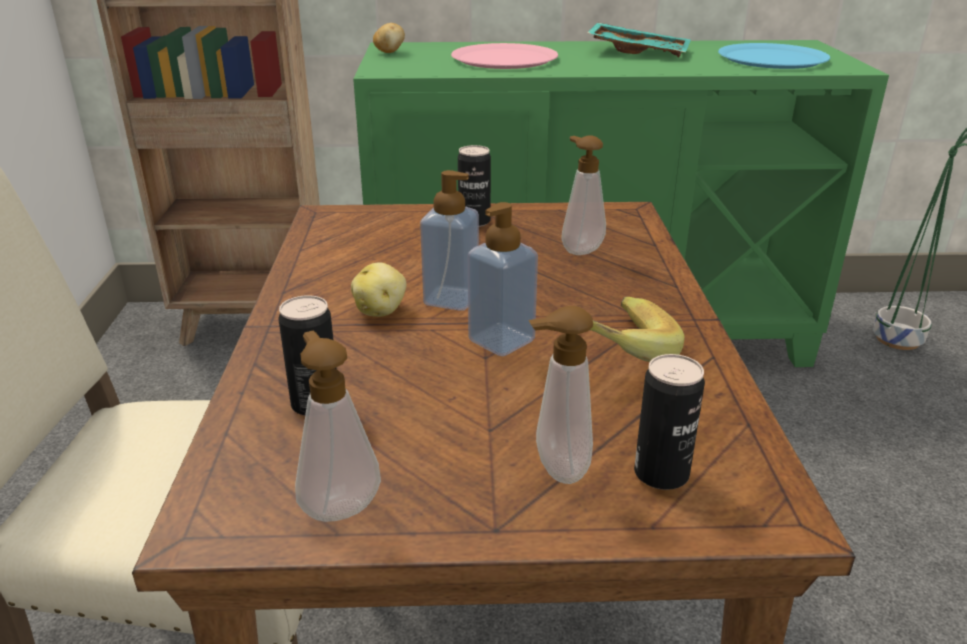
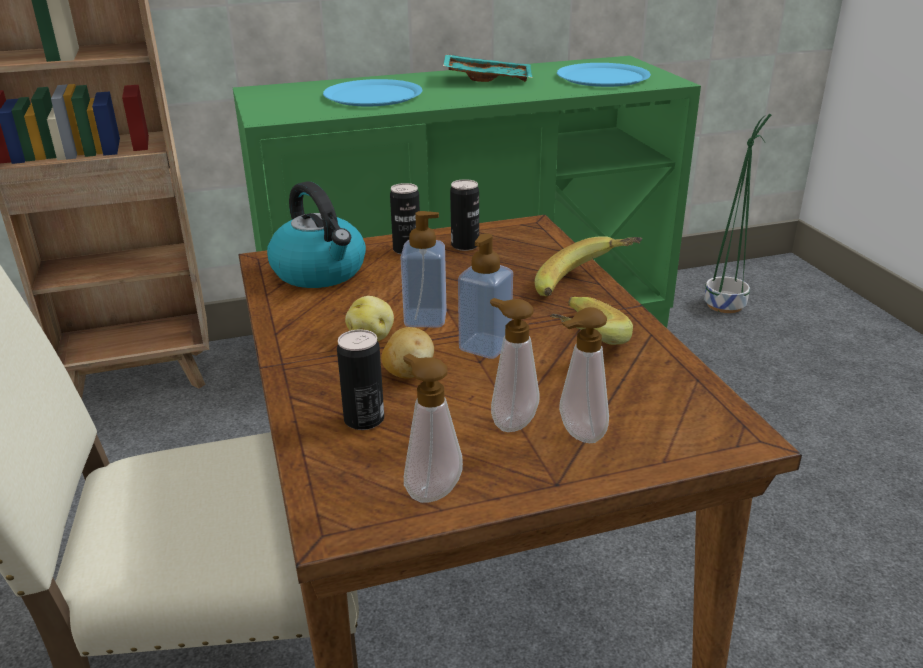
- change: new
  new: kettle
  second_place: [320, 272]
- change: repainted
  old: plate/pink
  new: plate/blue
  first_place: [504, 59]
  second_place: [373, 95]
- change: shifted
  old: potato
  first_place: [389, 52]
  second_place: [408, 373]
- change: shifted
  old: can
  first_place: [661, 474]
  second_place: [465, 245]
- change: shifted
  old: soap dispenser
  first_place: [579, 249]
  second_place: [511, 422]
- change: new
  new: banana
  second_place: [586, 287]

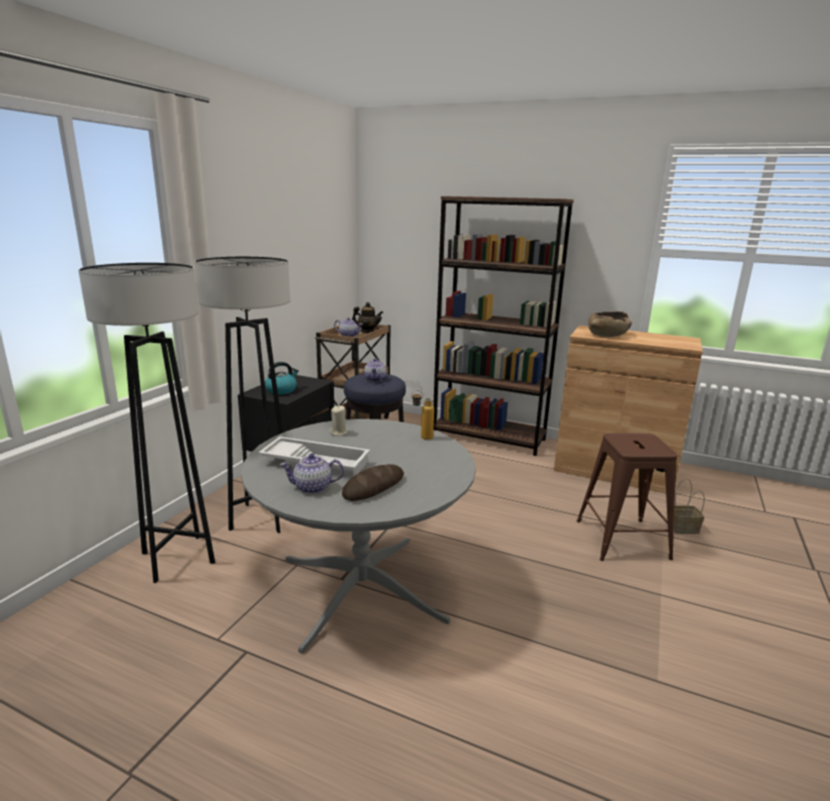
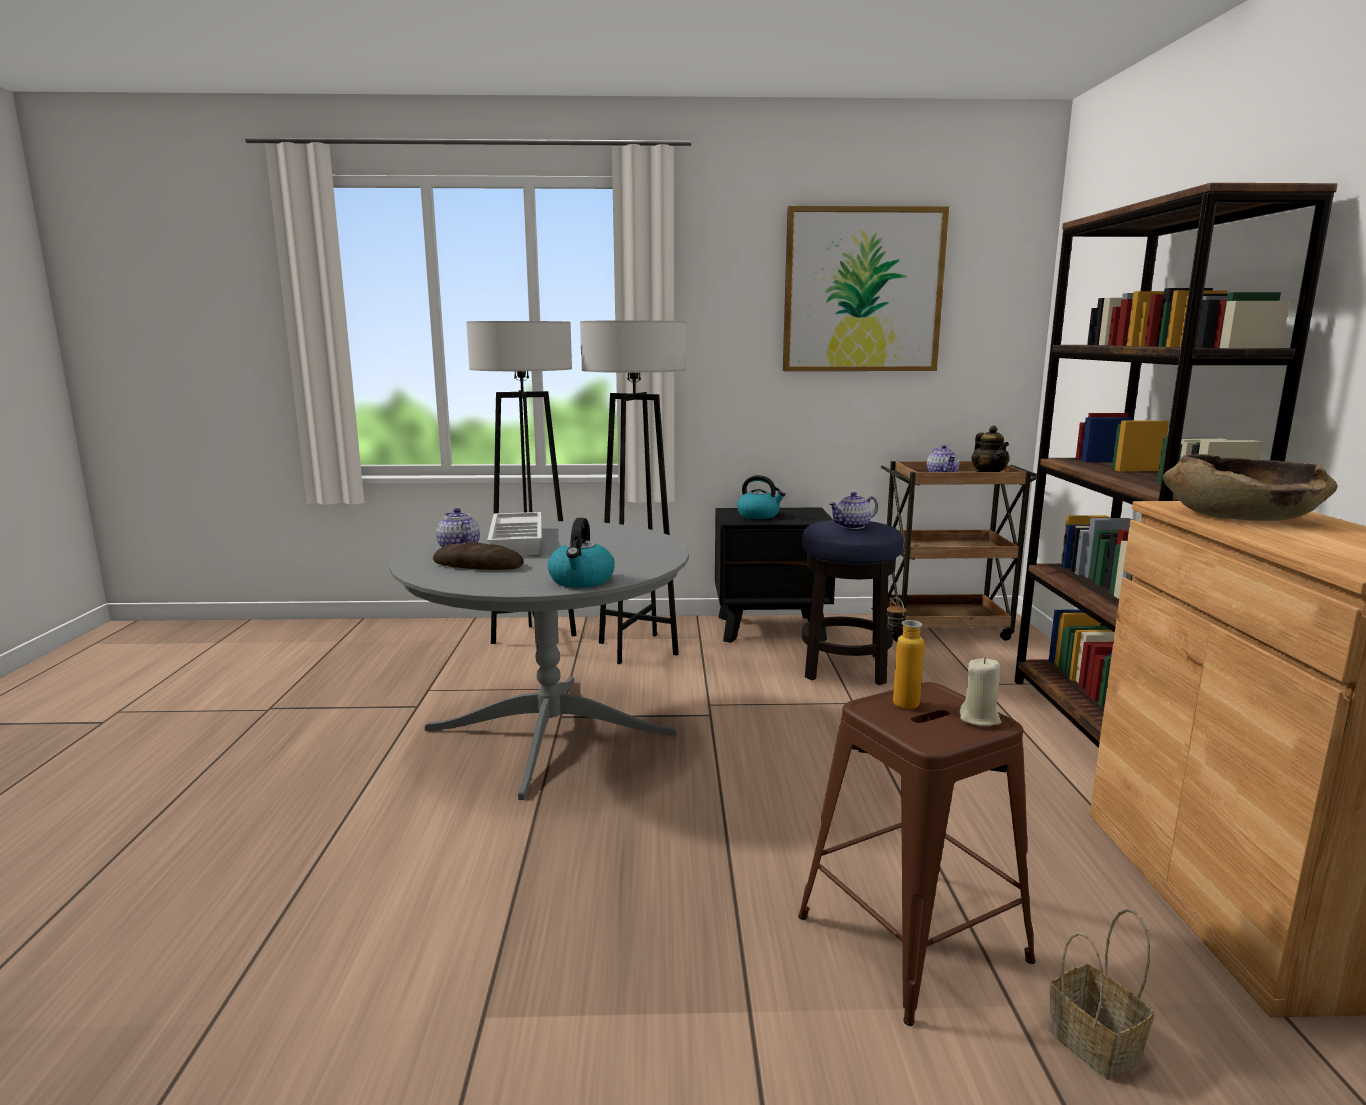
- change: new
  new: kettle
  second_place: [581, 580]
- change: new
  new: picture
  second_place: [862, 290]
- change: shifted
  old: bottle
  first_place: [421, 437]
  second_place: [898, 700]
- change: shifted
  old: candle/beige
  first_place: [338, 433]
  second_place: [979, 719]

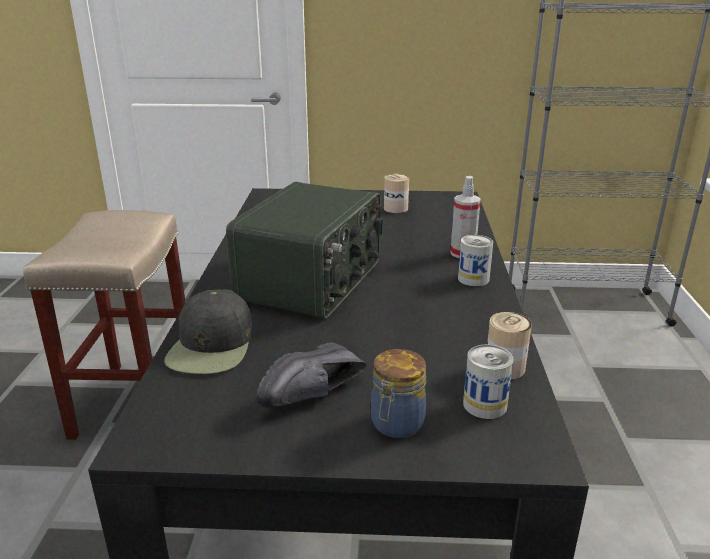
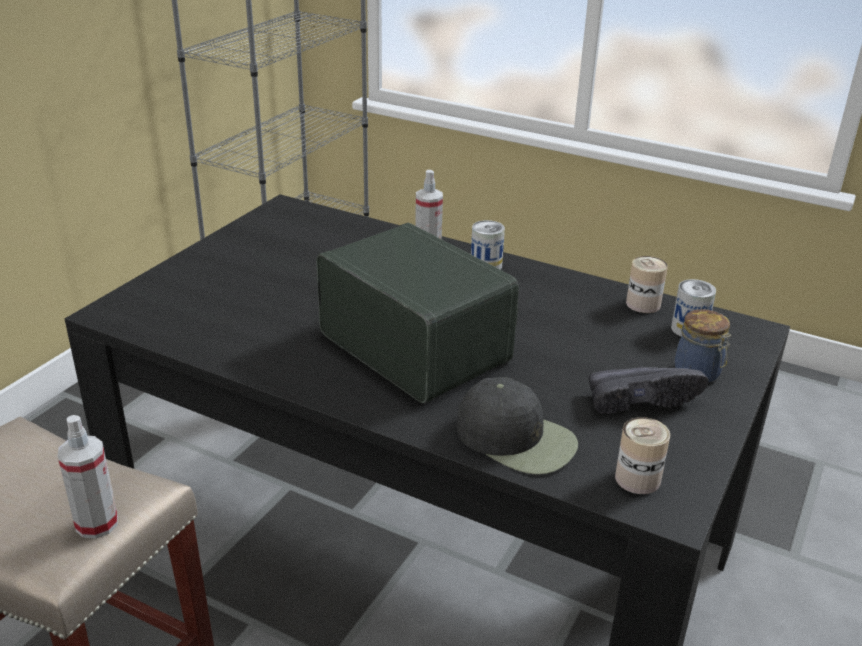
- change: new
  new: spray bottle
  second_place: [97, 524]
- change: rotated
  old: shoe/black
  first_place: [316, 395]
  second_place: [640, 399]
  degrees: -75
- change: shifted
  old: can
  first_place: [395, 208]
  second_place: [637, 479]

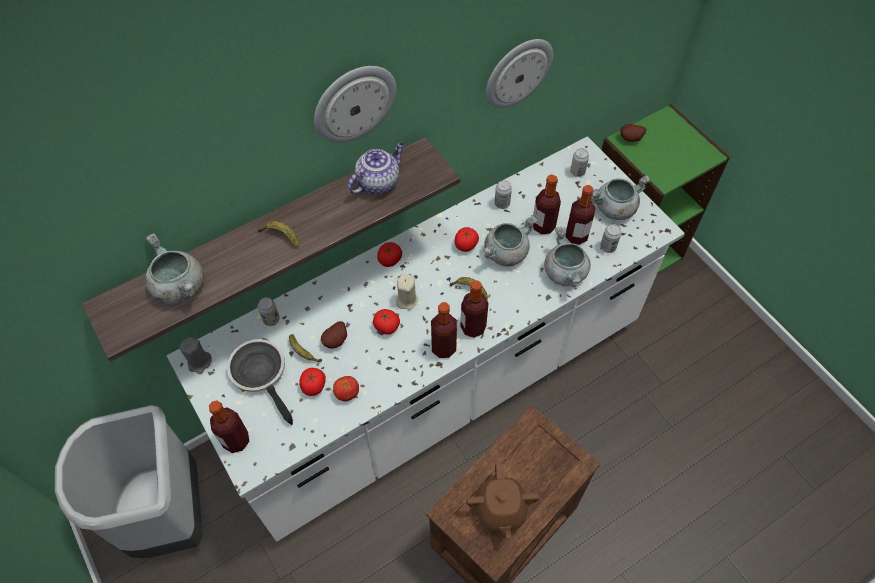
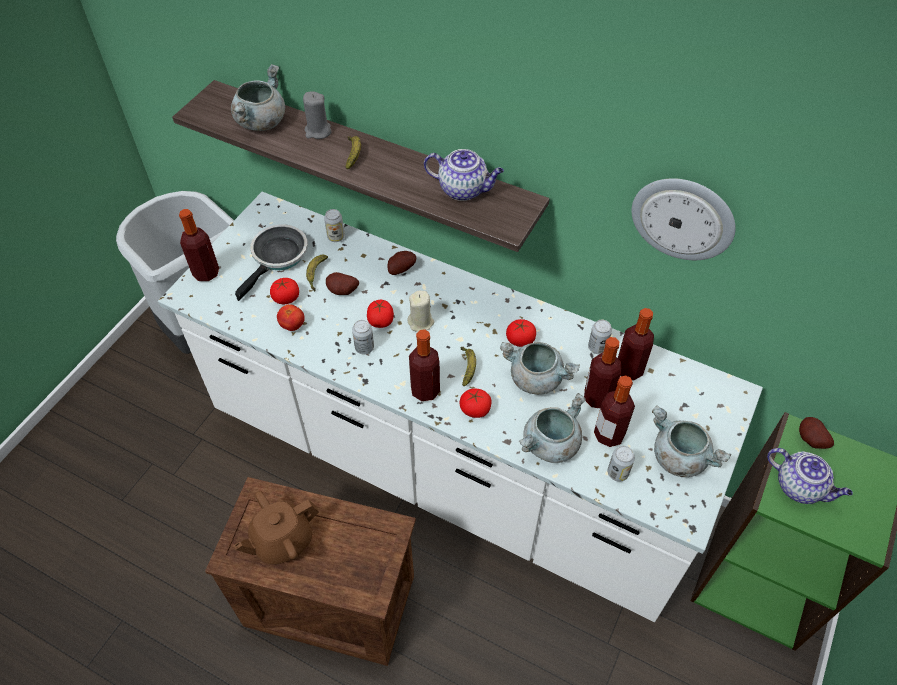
- change: shifted
  old: candle/grey
  first_place: [199, 362]
  second_place: [318, 131]
- change: shifted
  old: can
  first_place: [577, 172]
  second_place: [364, 348]
- change: new
  new: potato
  second_place: [400, 269]
- change: shifted
  old: tomato
  first_place: [390, 260]
  second_place: [475, 410]
- change: shifted
  old: bottle
  first_place: [443, 348]
  second_place: [629, 369]
- change: new
  new: teapot
  second_place: [800, 487]
- change: gone
  old: wall clock
  first_place: [354, 103]

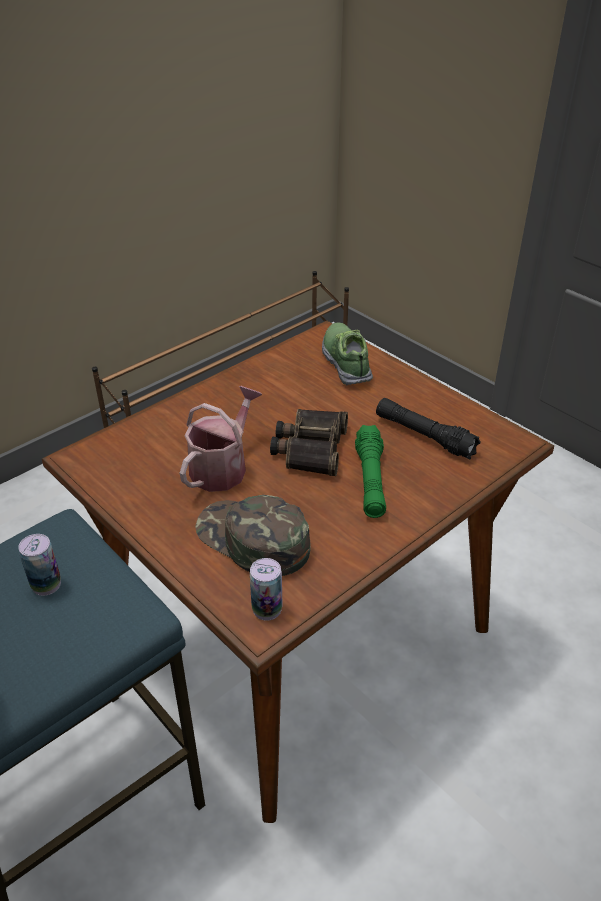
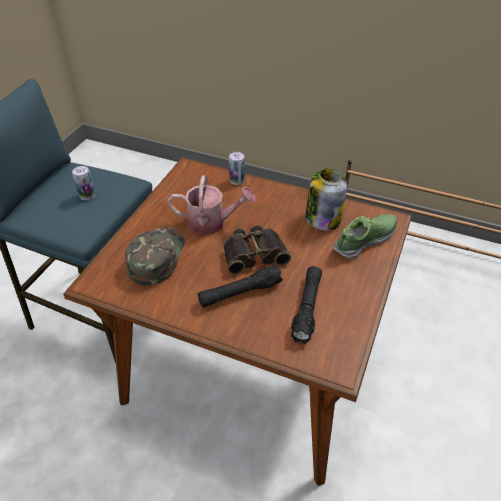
- change: repainted
  old: flashlight/green
  new: flashlight/black
  first_place: [370, 480]
  second_place: [240, 293]
- change: shifted
  old: can
  first_place: [267, 609]
  second_place: [237, 180]
- change: new
  new: jar
  second_place: [322, 218]

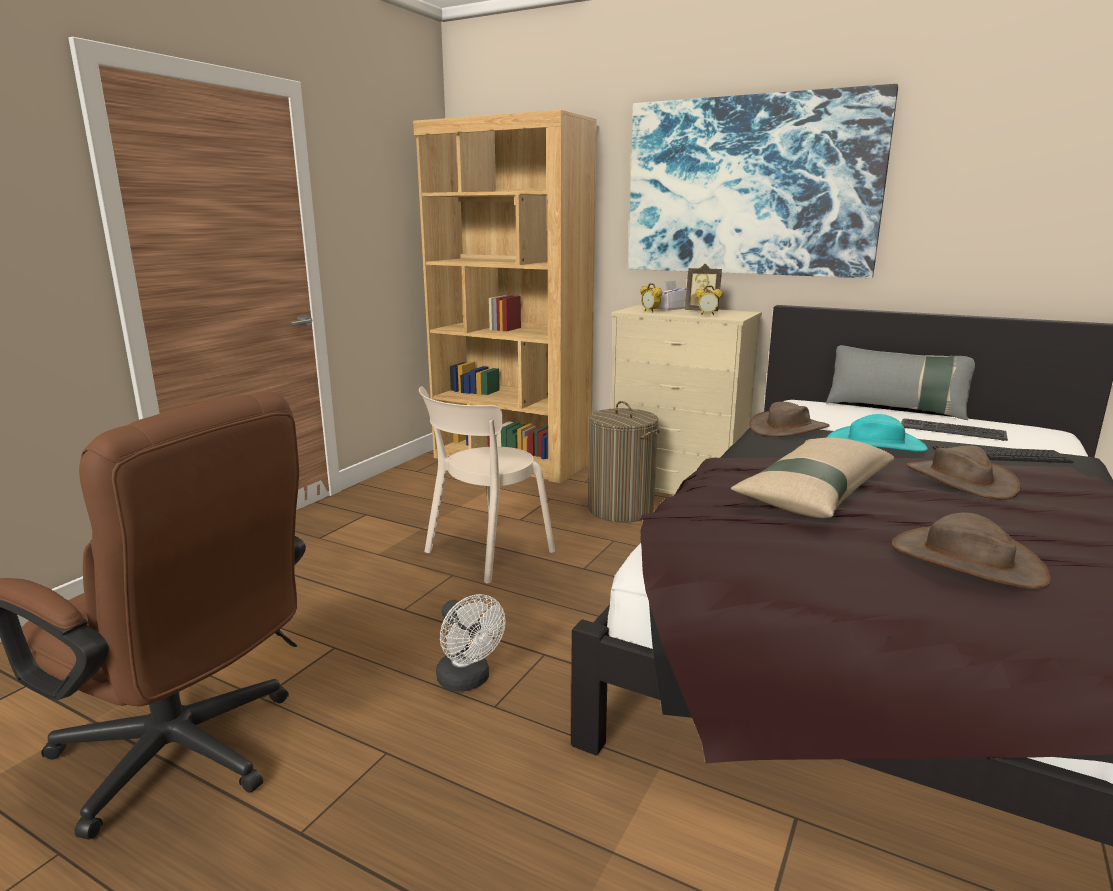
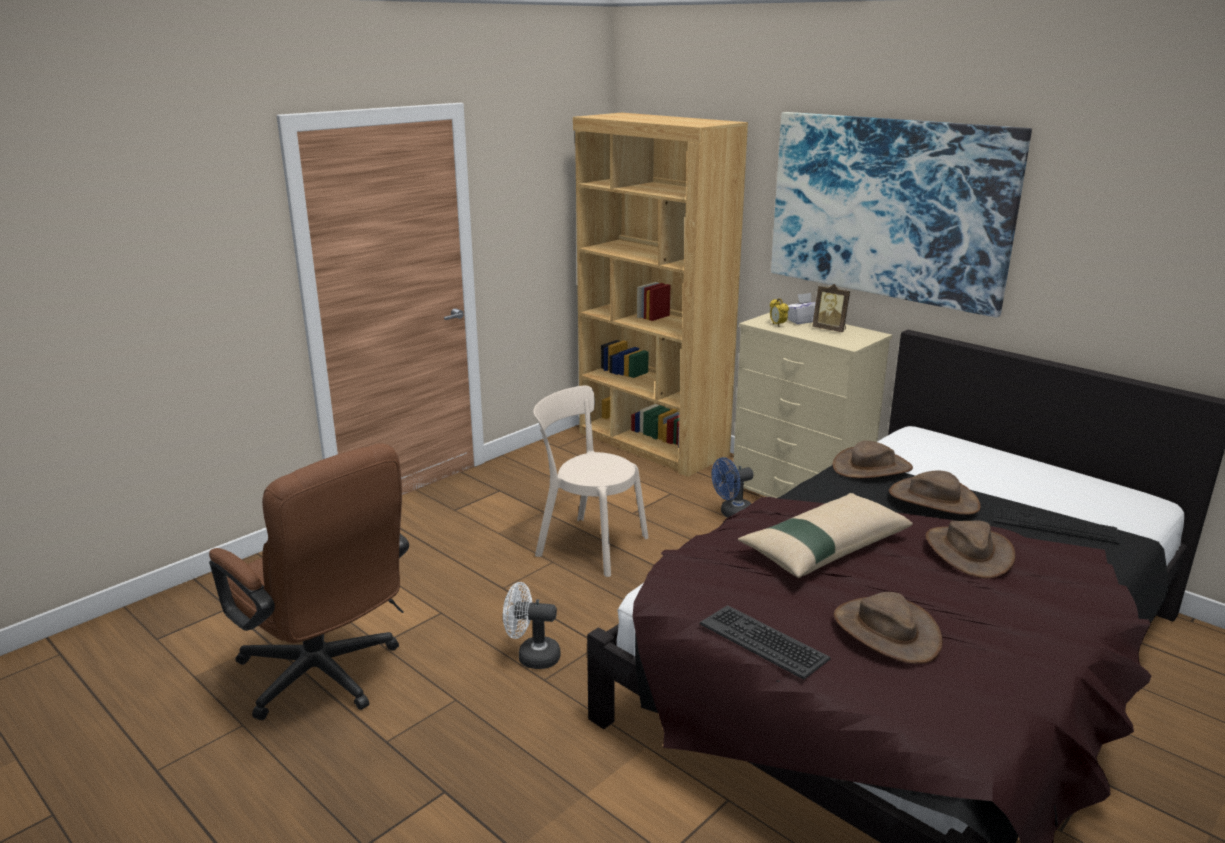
- change: rotated
  old: fan/white
  first_place: [468, 681]
  second_place: [531, 656]
  degrees: 120
- change: rotated
  old: chair/beige
  first_place: [485, 554]
  second_place: [587, 545]
  degrees: 60
- change: shifted
  old: keyboard
  first_place: [952, 430]
  second_place: [763, 641]
- change: swapped
  old: laundry basket
  new: fan/blue
  first_place: [621, 509]
  second_place: [732, 514]
- change: repainted
  old: hat/turquoise
  new: hat/brown
  first_place: [875, 444]
  second_place: [933, 499]
- change: gone
  old: alarm clock
  first_place: [707, 314]
- change: gone
  old: pillow/grey
  first_place: [895, 409]

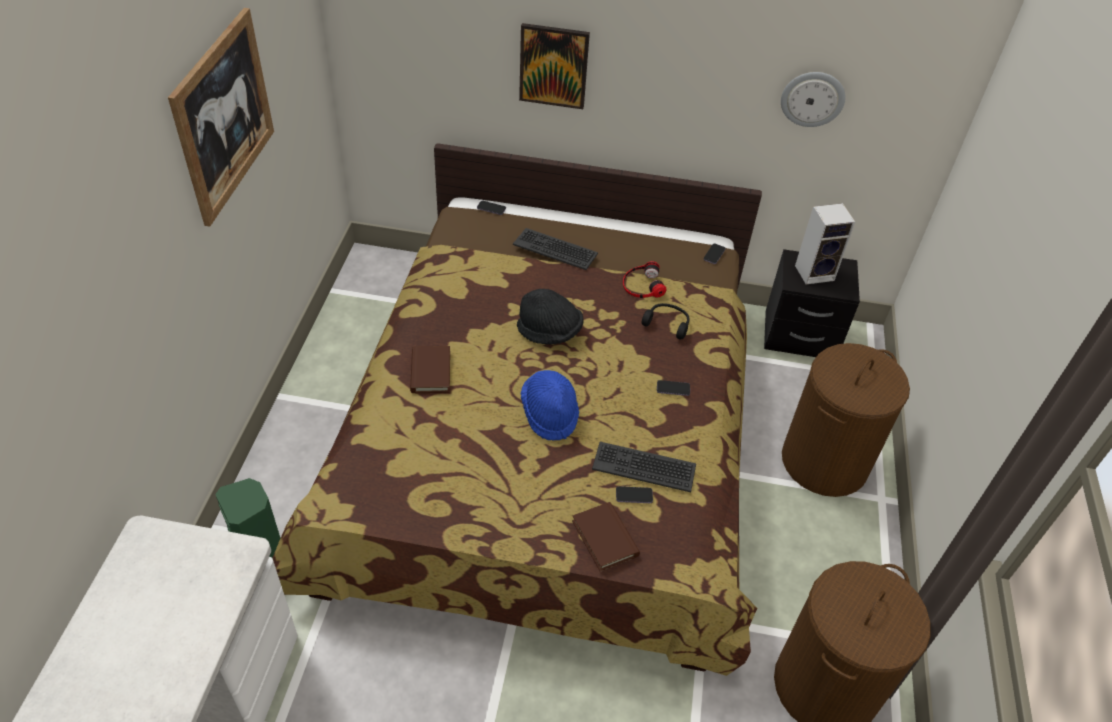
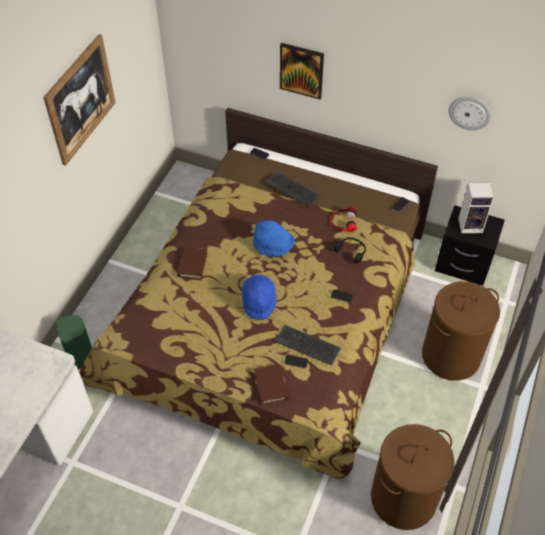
- change: repainted
  old: hat/black
  new: hat/blue
  first_place: [550, 332]
  second_place: [273, 247]

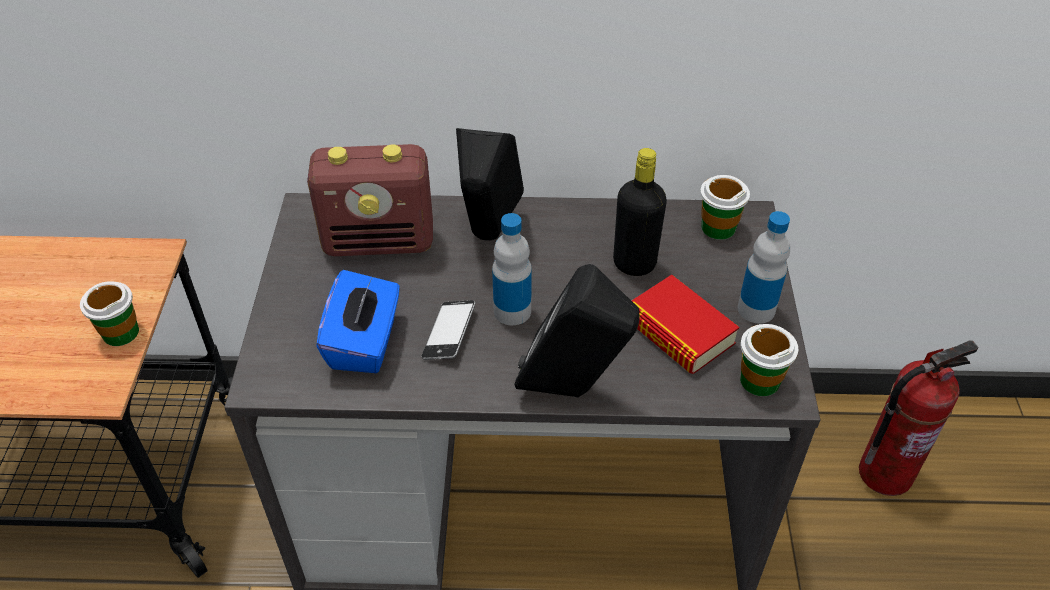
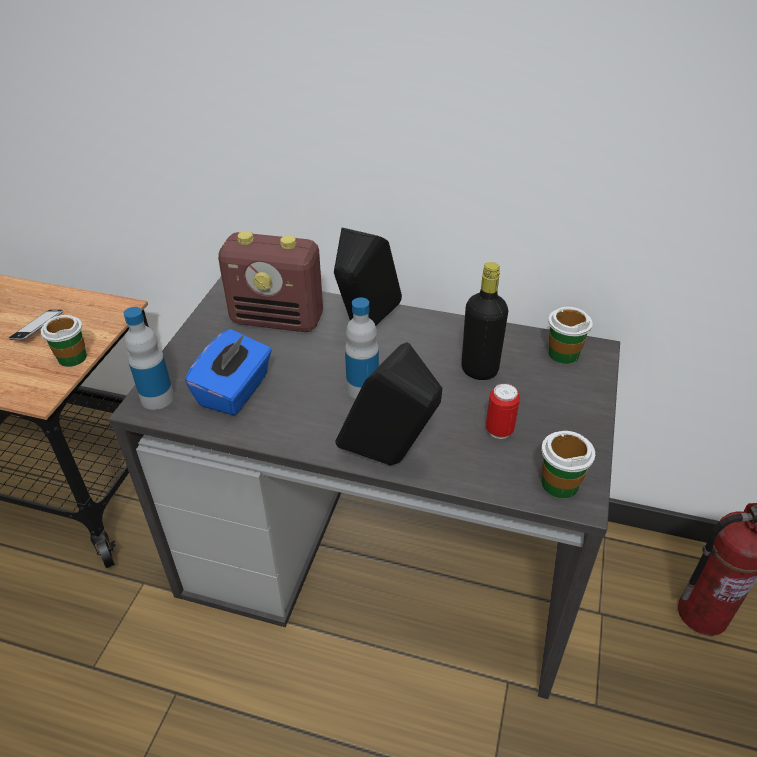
- change: shifted
  old: phone
  first_place: [449, 334]
  second_place: [38, 328]
- change: shifted
  old: bottle
  first_place: [756, 309]
  second_place: [157, 398]
- change: swapped
  old: book
  new: can
  first_place: [679, 332]
  second_place: [499, 430]

